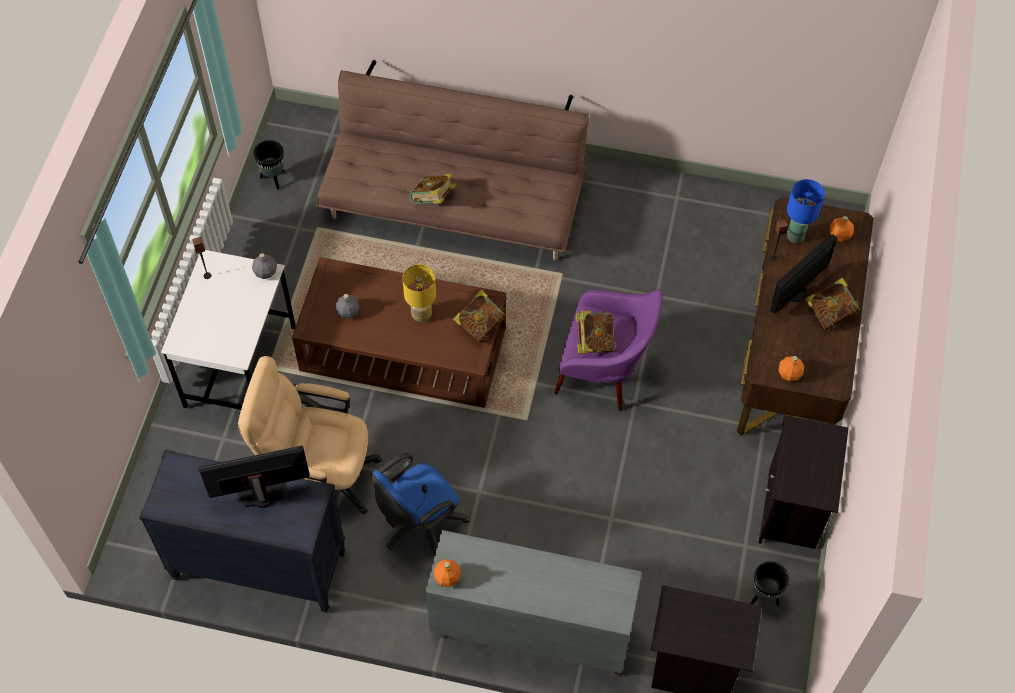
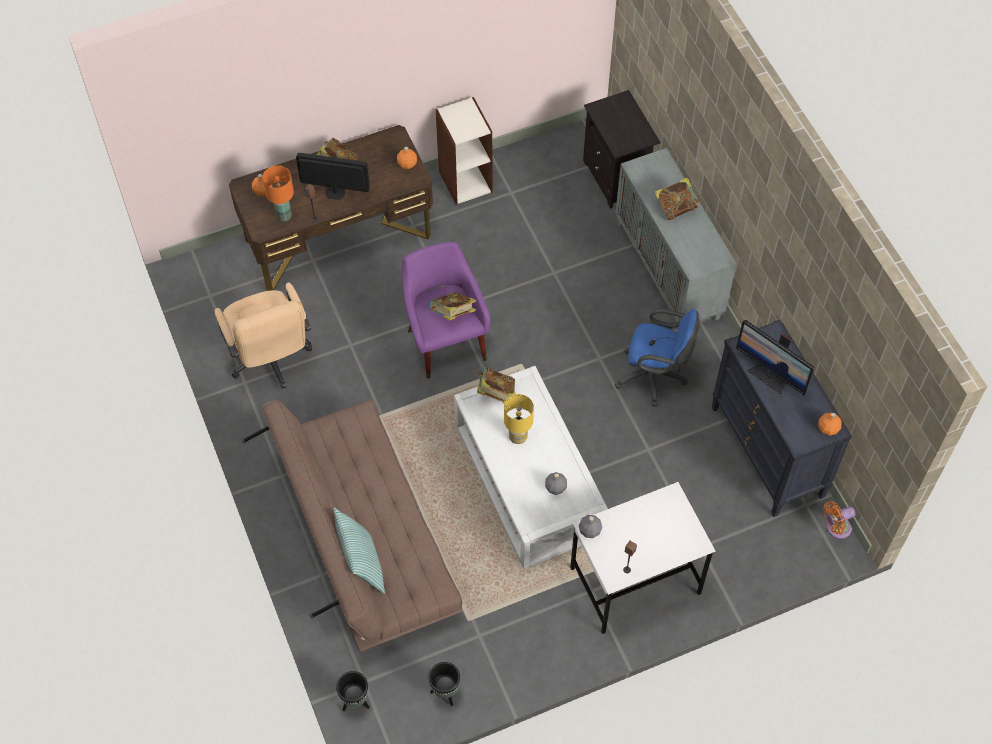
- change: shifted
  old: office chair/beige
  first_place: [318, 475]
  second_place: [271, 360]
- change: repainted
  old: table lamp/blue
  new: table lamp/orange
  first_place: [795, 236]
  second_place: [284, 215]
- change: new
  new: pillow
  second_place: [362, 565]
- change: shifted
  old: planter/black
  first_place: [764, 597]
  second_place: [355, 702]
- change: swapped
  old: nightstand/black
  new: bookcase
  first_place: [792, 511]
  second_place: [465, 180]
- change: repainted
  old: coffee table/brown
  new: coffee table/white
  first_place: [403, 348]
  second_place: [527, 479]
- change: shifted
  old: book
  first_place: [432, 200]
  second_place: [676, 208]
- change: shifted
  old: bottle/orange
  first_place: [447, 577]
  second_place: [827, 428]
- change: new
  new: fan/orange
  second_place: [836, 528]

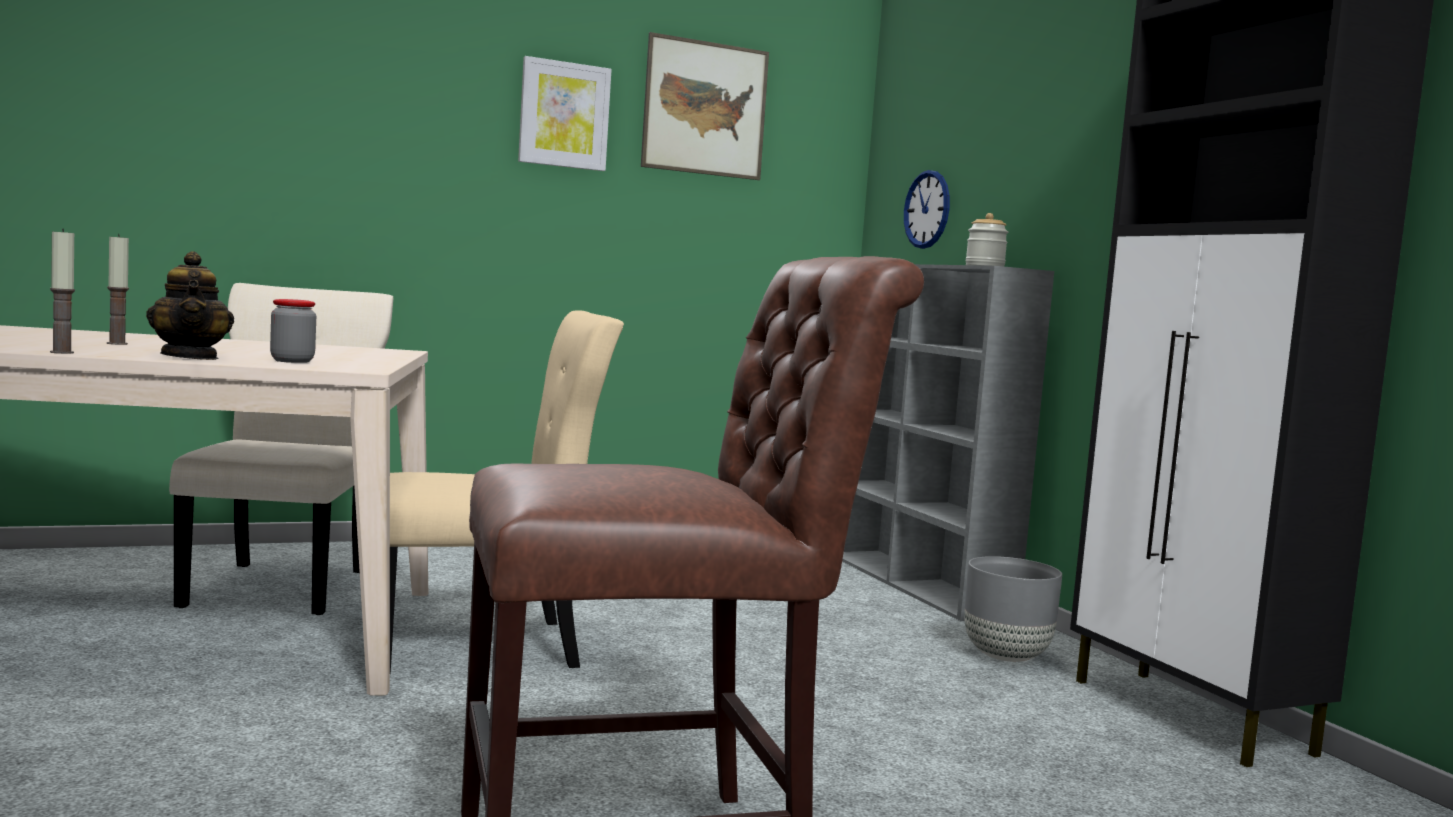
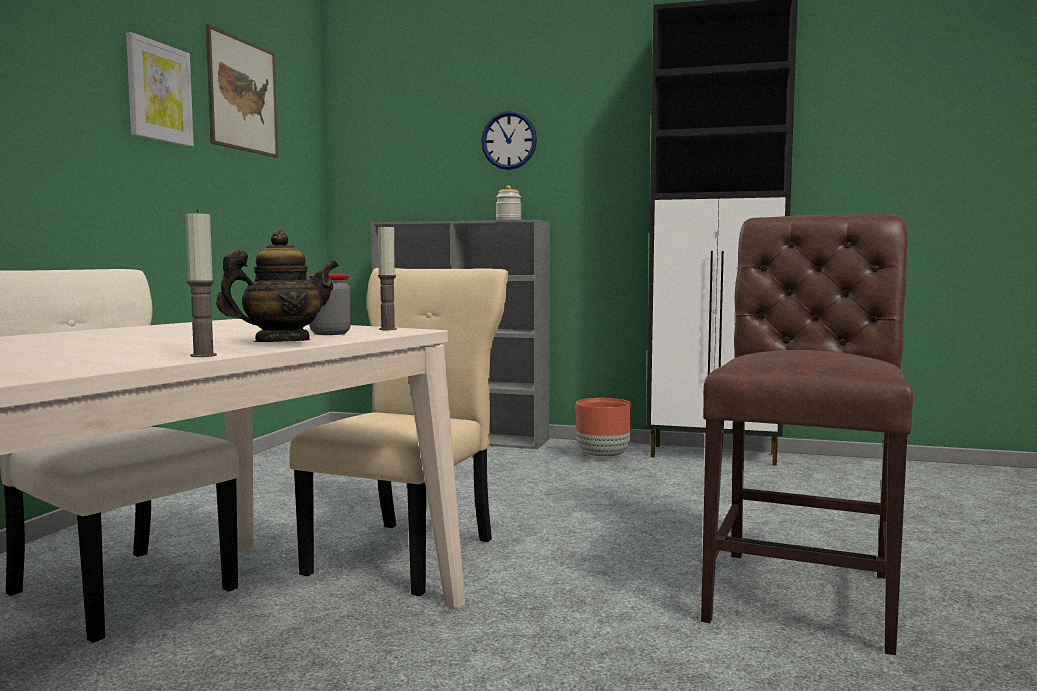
- change: rotated
  old: teapot
  first_place: [190, 357]
  second_place: [281, 342]
  degrees: -45
- change: shifted
  old: candle
  first_place: [117, 344]
  second_place: [388, 329]
- change: shifted
  old: wall clock
  first_place: [927, 209]
  second_place: [509, 140]
- change: repainted
  old: planter/grey
  new: planter/brown
  first_place: [1007, 657]
  second_place: [603, 457]

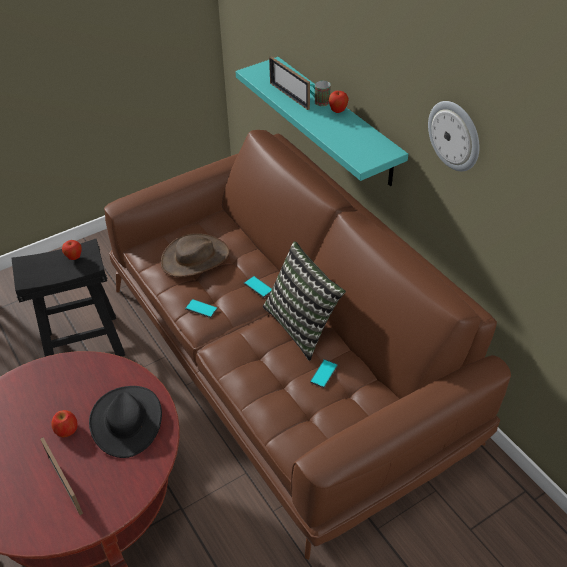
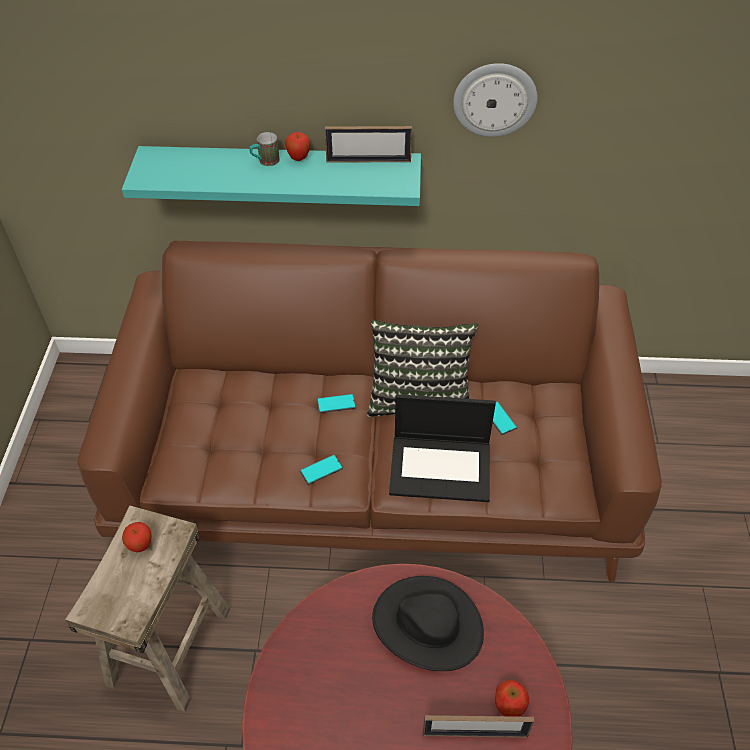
- change: repainted
  old: stool/black
  new: stool/beige
  first_place: [83, 343]
  second_place: [169, 645]
- change: shifted
  old: picture frame
  first_place: [289, 96]
  second_place: [368, 161]
- change: new
  new: laptop
  second_place: [441, 467]
- change: shifted
  old: apple
  first_place: [66, 429]
  second_place: [510, 703]
- change: gone
  old: hat/brown
  first_place: [195, 258]

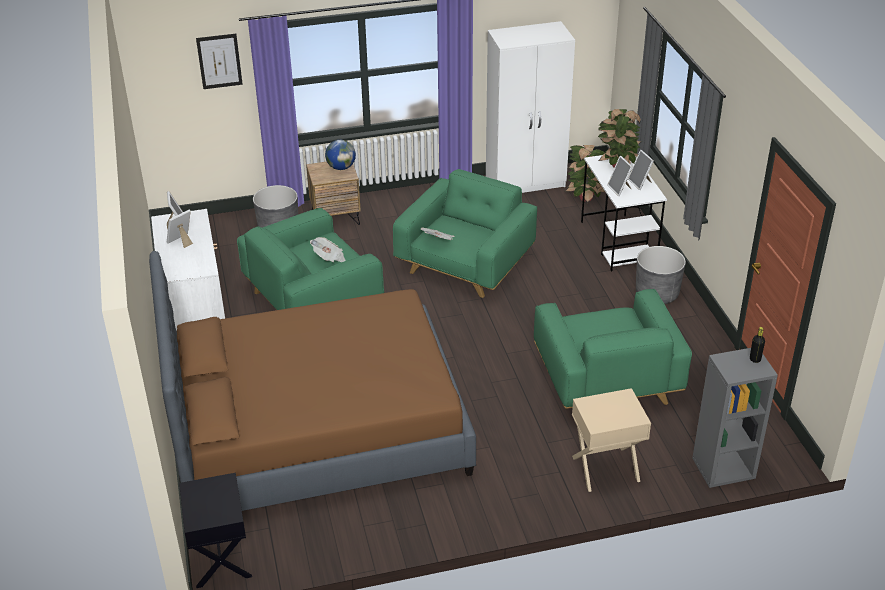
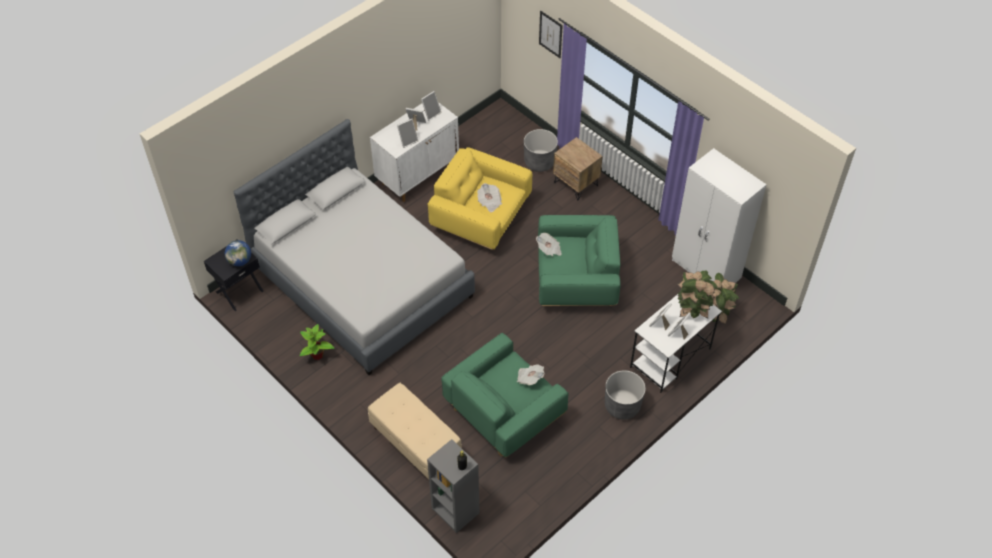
- change: shifted
  old: globe
  first_place: [341, 167]
  second_place: [240, 261]
- change: repainted
  old: bed/brown
  new: bed/grey
  first_place: [317, 429]
  second_place: [362, 281]
- change: new
  new: potted plant
  second_place: [317, 355]
- change: swapped
  old: nightstand/beige
  new: bench/beige
  first_place: [606, 469]
  second_place: [415, 444]
- change: new
  new: picture frame
  second_place: [408, 140]
- change: repainted
  old: armchair/green
  new: armchair/yellow
  first_place: [312, 299]
  second_place: [480, 217]
- change: new
  new: newspaper
  second_place: [529, 378]

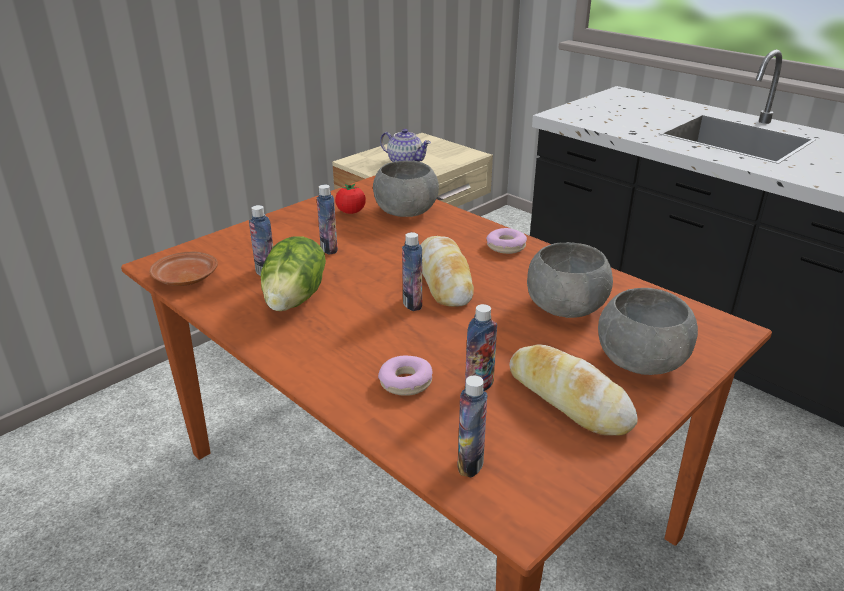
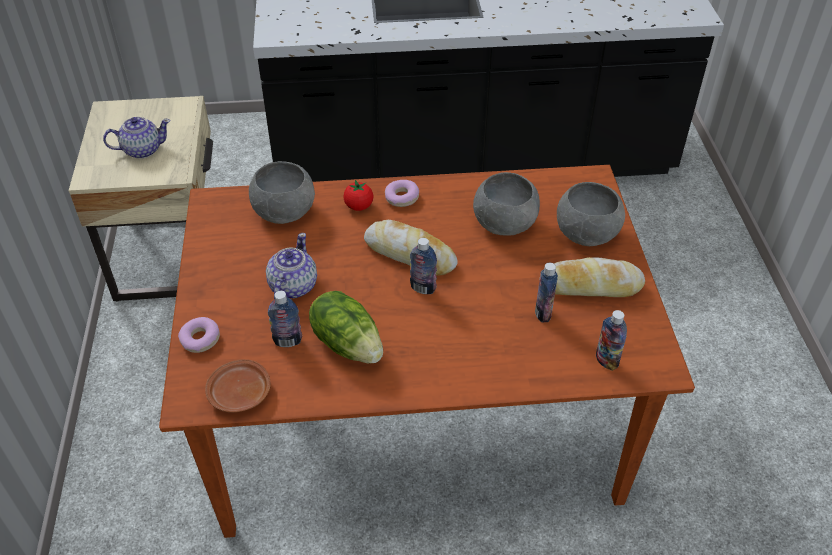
- change: shifted
  old: donut
  first_place: [405, 382]
  second_place: [200, 339]
- change: swapped
  old: bottle
  new: teapot
  first_place: [329, 249]
  second_place: [292, 287]
- change: shifted
  old: tomato
  first_place: [351, 212]
  second_place: [359, 206]

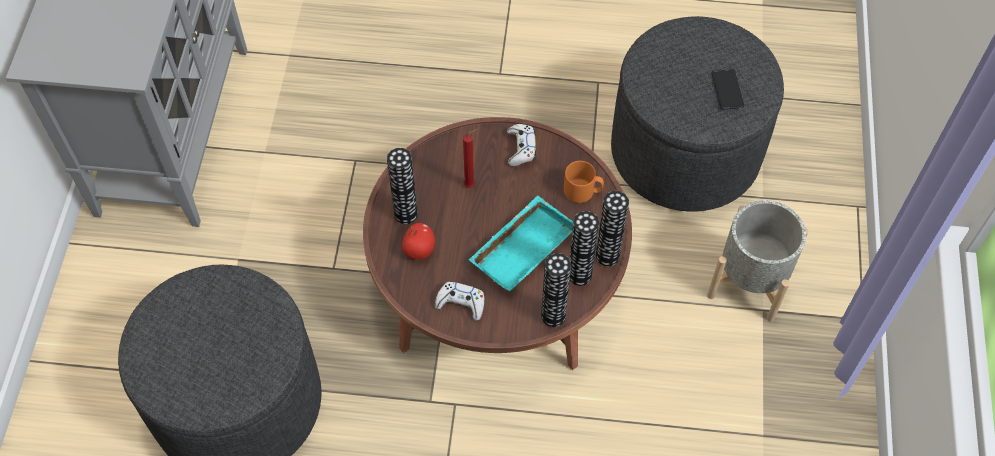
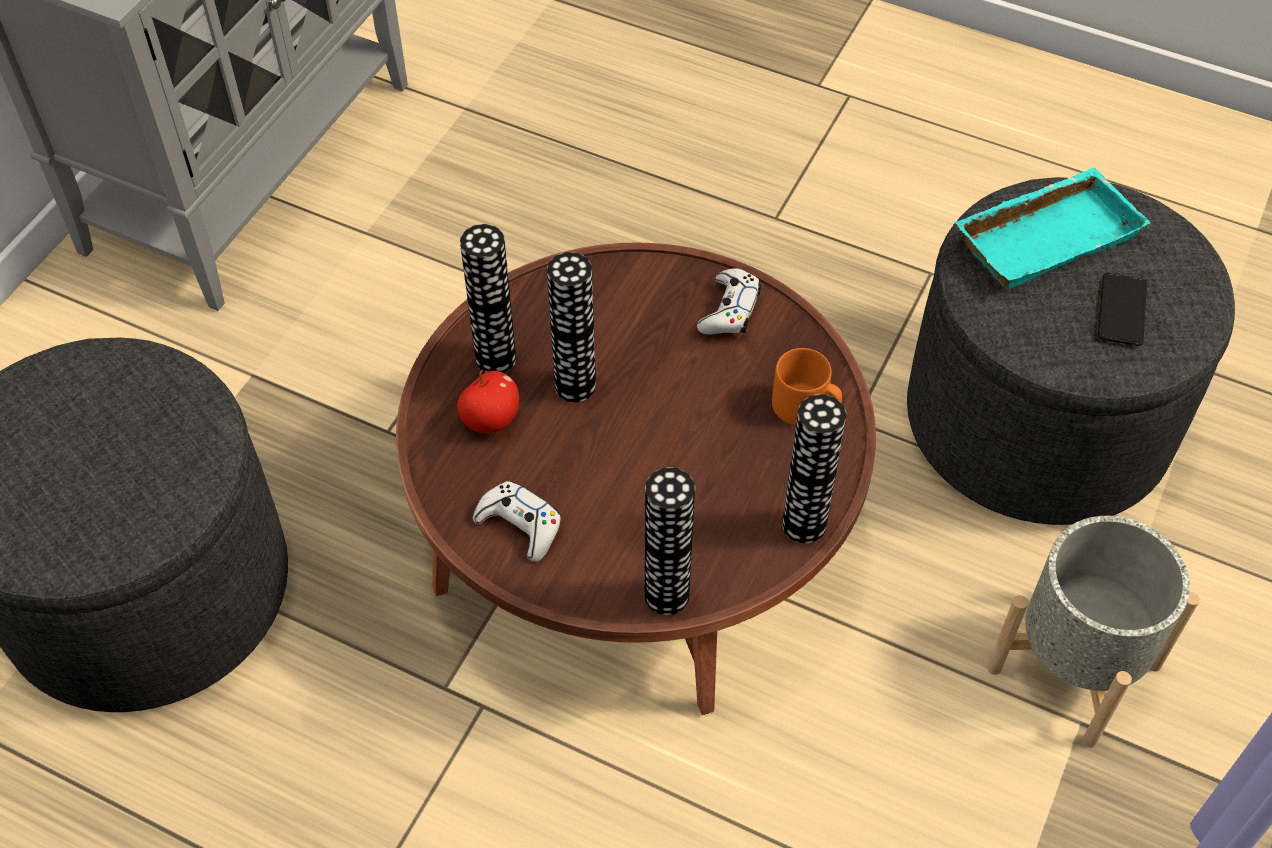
- change: shifted
  old: vase
  first_place: [579, 275]
  second_place: [575, 386]
- change: shifted
  old: tray/turquoise
  first_place: [522, 246]
  second_place: [1046, 234]
- change: gone
  old: candle/red
  first_place: [471, 185]

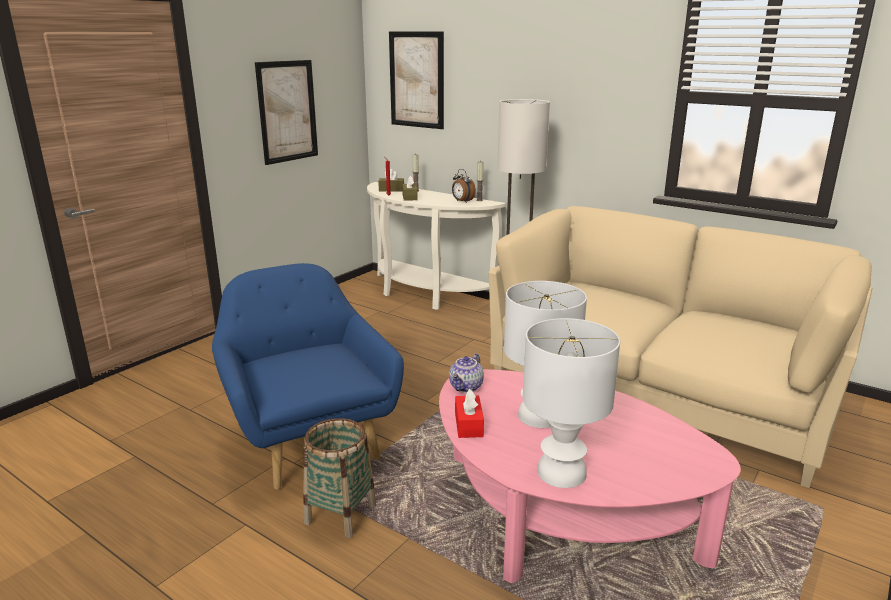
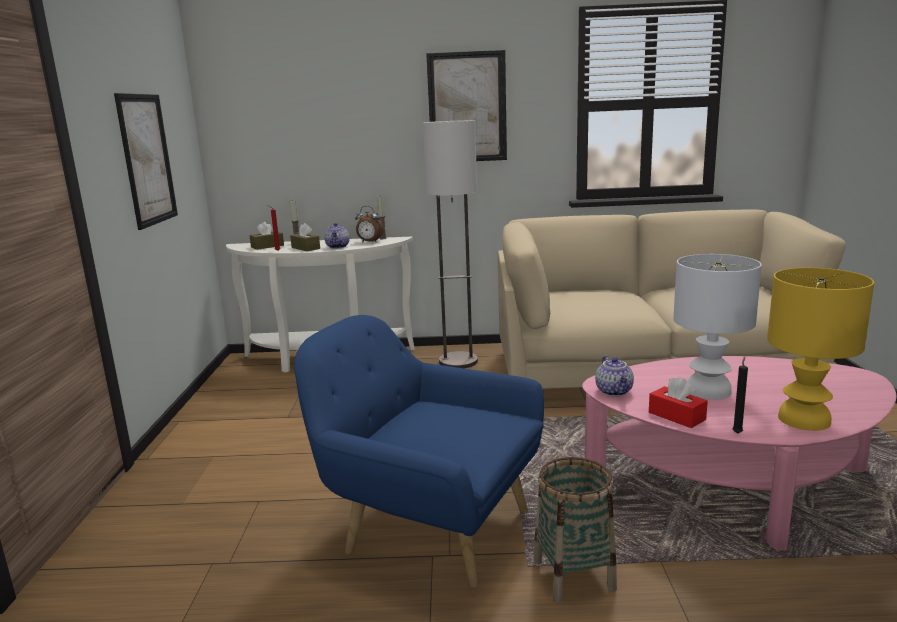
- change: new
  new: teapot
  second_place: [338, 247]
- change: shifted
  old: picture
  first_place: [416, 80]
  second_place: [467, 107]
- change: new
  new: candle/black
  second_place: [737, 432]
- change: repainted
  old: table lamp/white
  new: table lamp/yellow
  first_place: [562, 473]
  second_place: [805, 420]

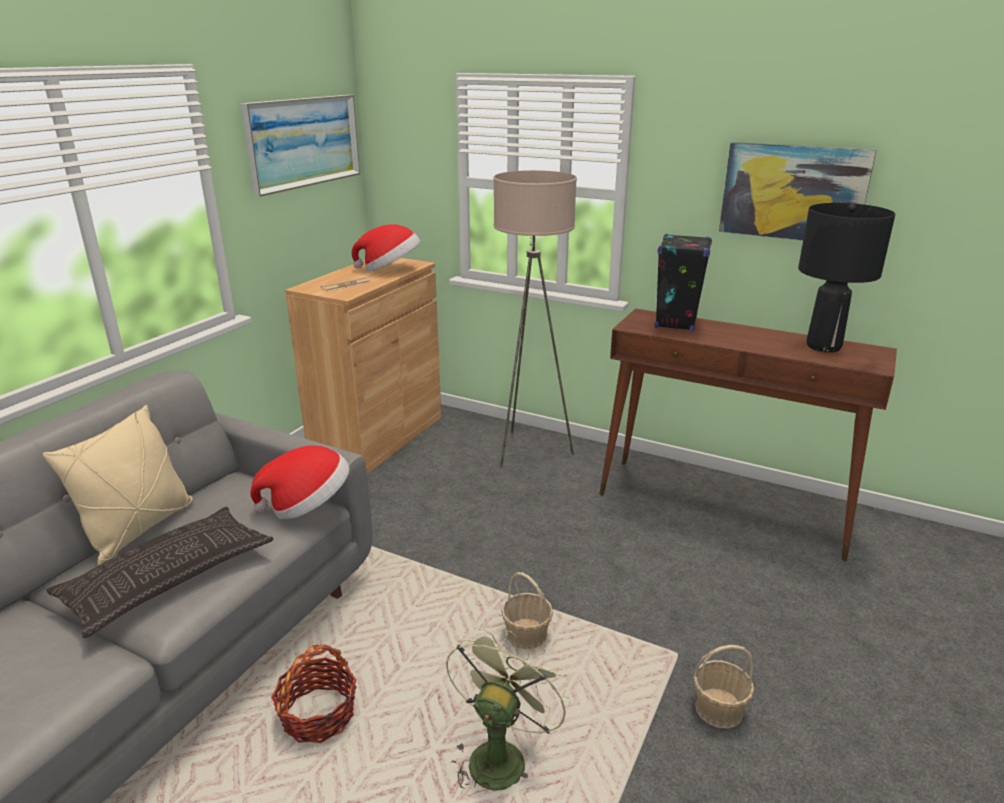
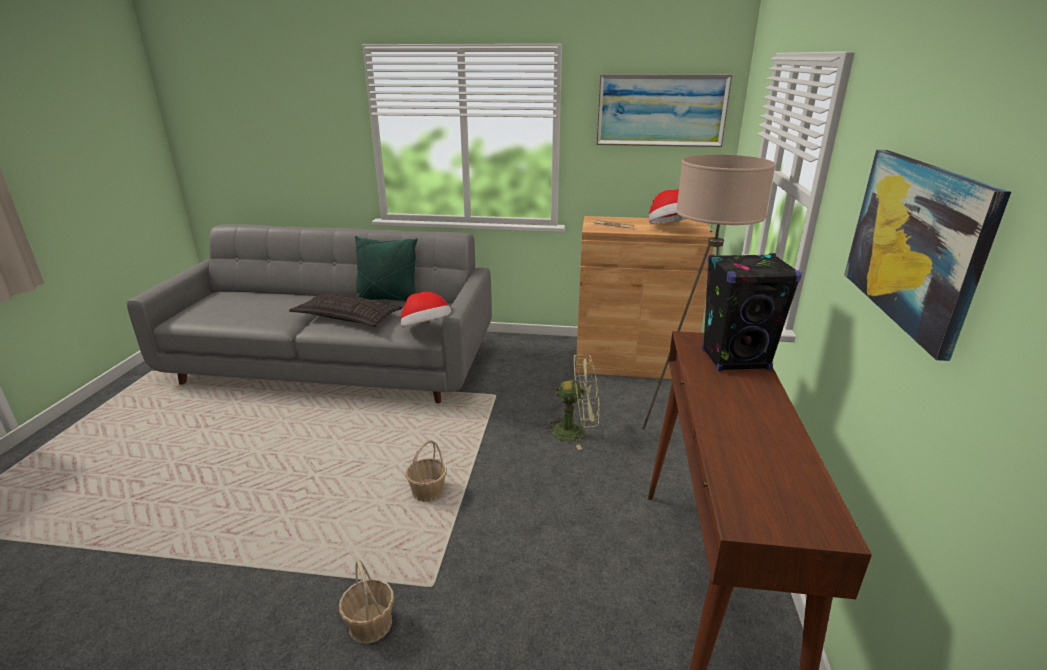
- change: repainted
  old: pillow/beige
  new: pillow/green
  first_place: [139, 529]
  second_place: [387, 299]
- change: shifted
  old: fan/green
  first_place: [500, 754]
  second_place: [575, 432]
- change: gone
  old: basket
  first_place: [318, 715]
- change: gone
  old: table lamp/black
  first_place: [823, 346]

